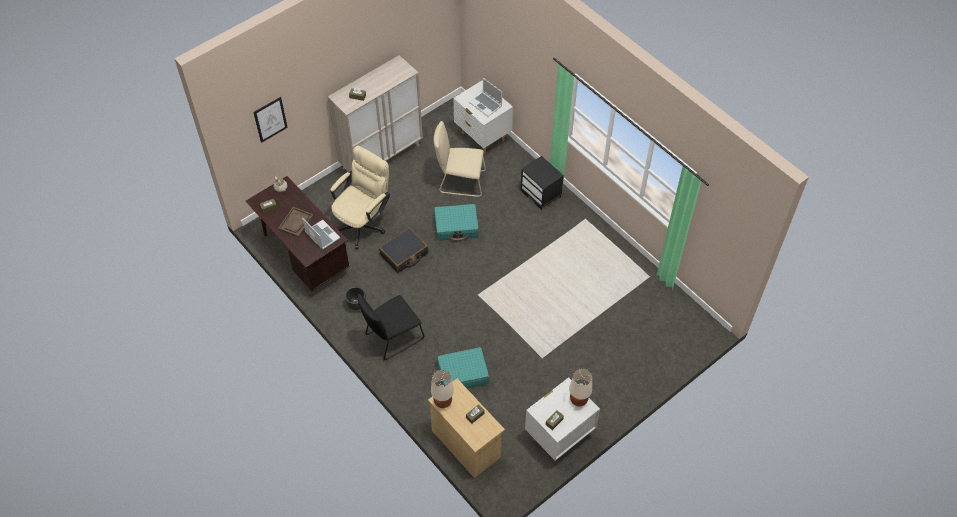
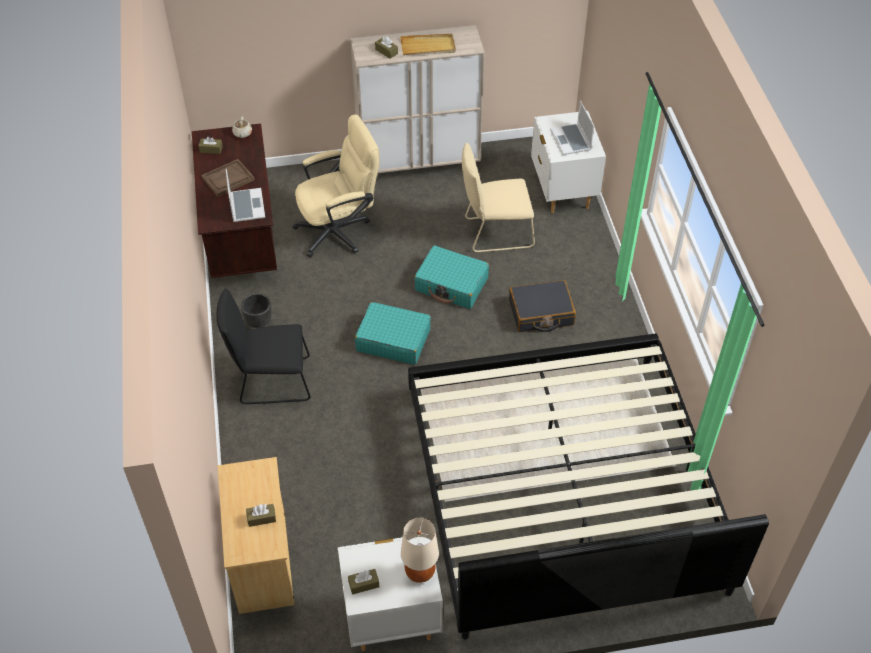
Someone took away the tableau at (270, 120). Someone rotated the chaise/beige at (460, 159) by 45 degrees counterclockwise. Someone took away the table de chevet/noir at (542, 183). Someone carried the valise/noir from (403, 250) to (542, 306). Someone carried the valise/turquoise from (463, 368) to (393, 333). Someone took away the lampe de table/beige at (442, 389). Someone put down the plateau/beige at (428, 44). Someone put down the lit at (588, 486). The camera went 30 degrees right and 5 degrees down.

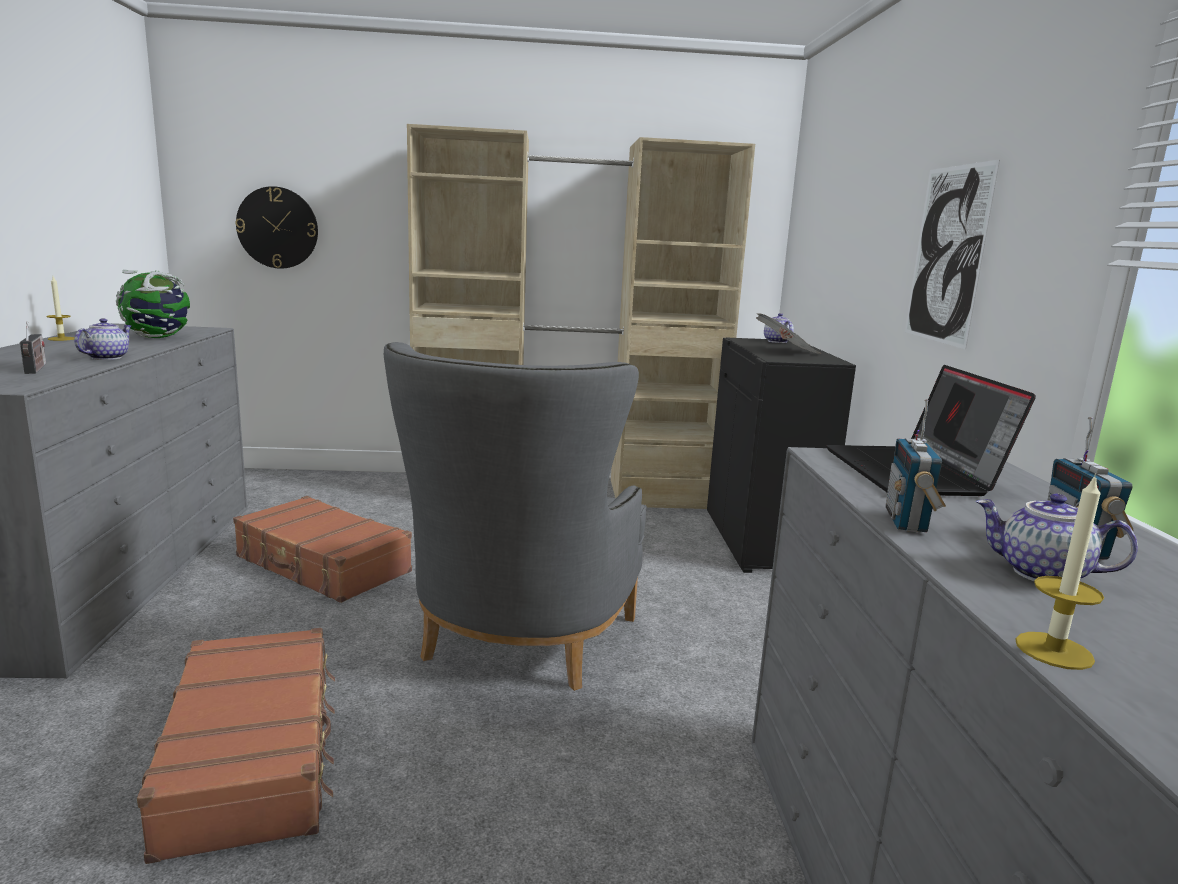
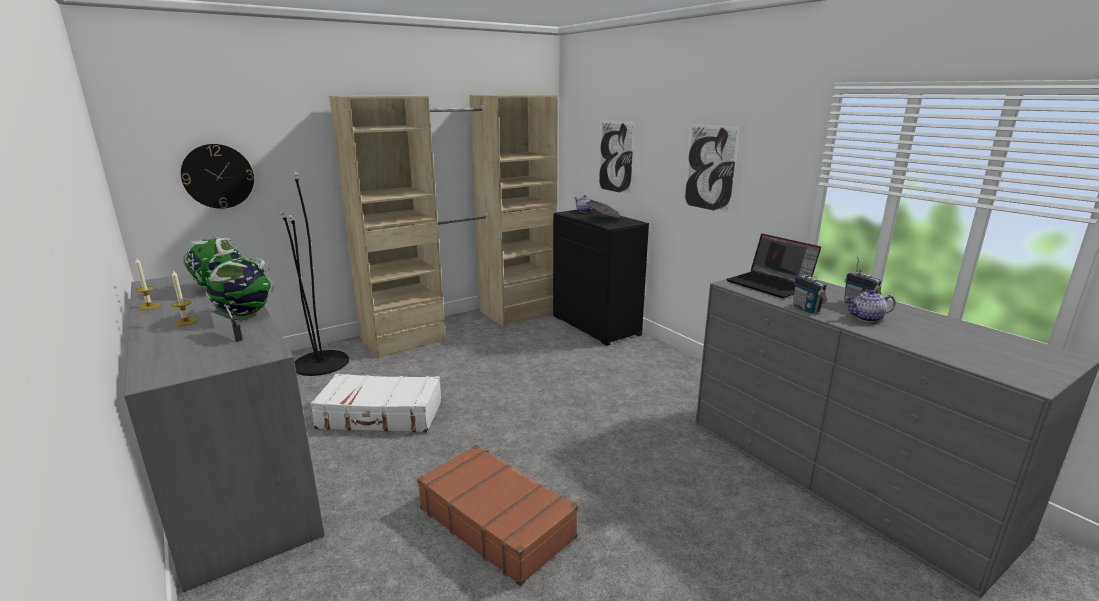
Someone swapped the théière at (103, 339) for the globe at (240, 287). Someone took away the fauteuil/gris at (515, 516). Someone carried the bougie from (1059, 572) to (184, 298). Someone repainted the valise/marron at (322, 549), which became the valise/blanc at (376, 403). Someone put up the tableau at (616, 158). Someone put down the lampadaire/noir at (314, 274). The camera went 30 degrees left and 5 degrees up.

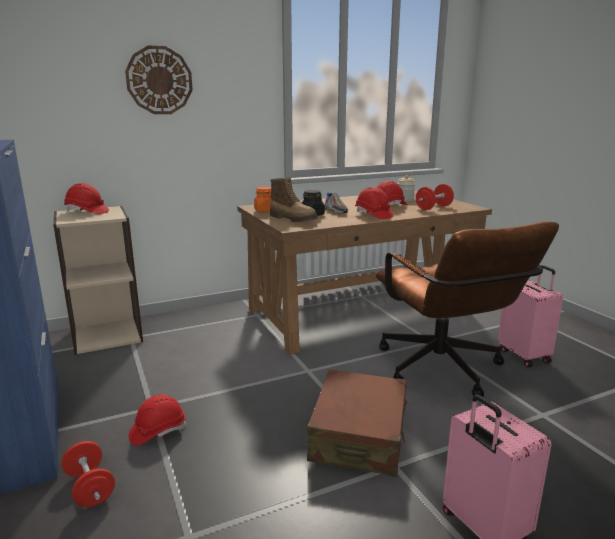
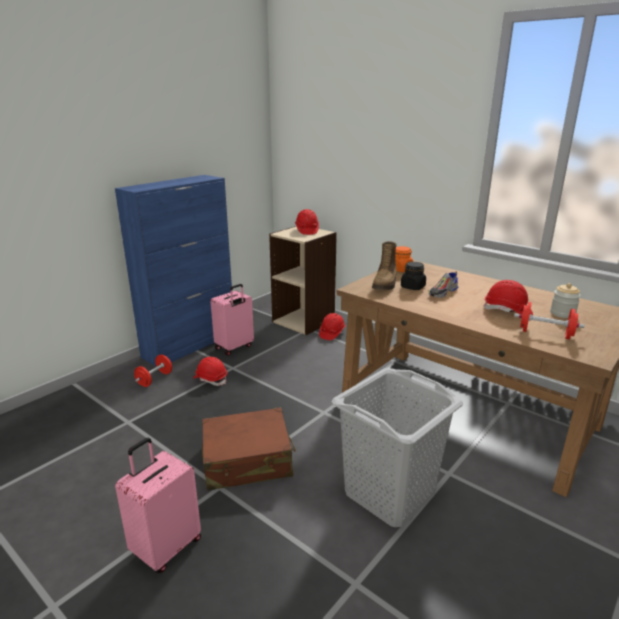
Someone took away the horloge murale at (159, 79). Someone carried the casque de chantier/rouge from (374, 203) to (332, 326). Someone swapped the chaise de bureau/marron at (467, 309) for the panier à linge/gris at (397, 447). Someone carried the valise/rose from (530, 316) to (232, 320). The camera went 65 degrees right and 5 degrees up.

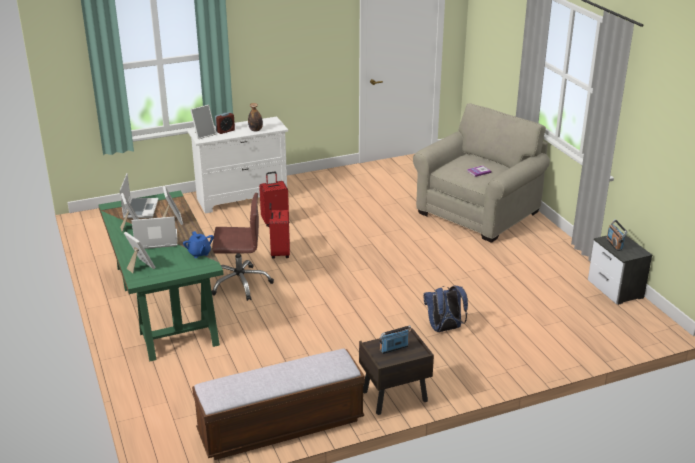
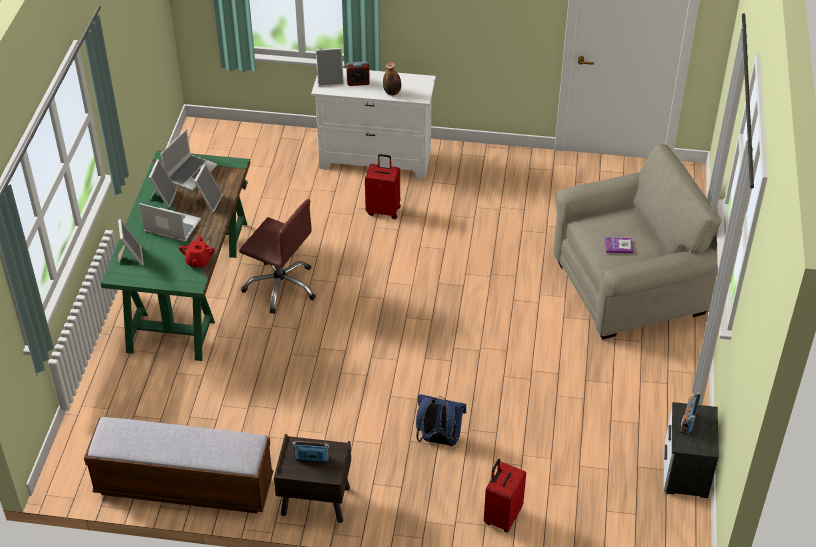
Someone carried the valise/rouge from (279, 231) to (505, 495). Someone repainted the théière/bleu at (198, 244), which became the théière/rouge at (197, 252). The camera went 30 degrees right and 15 degrees up.

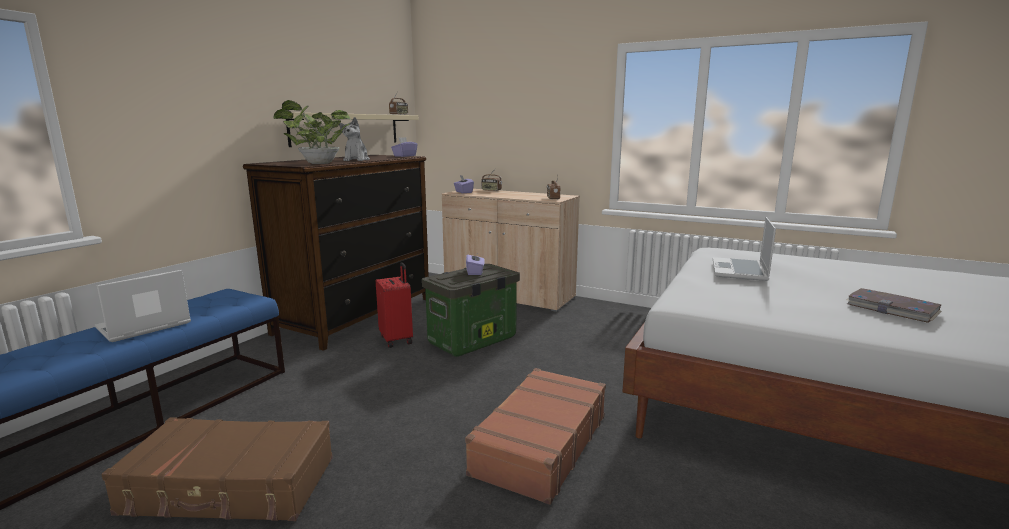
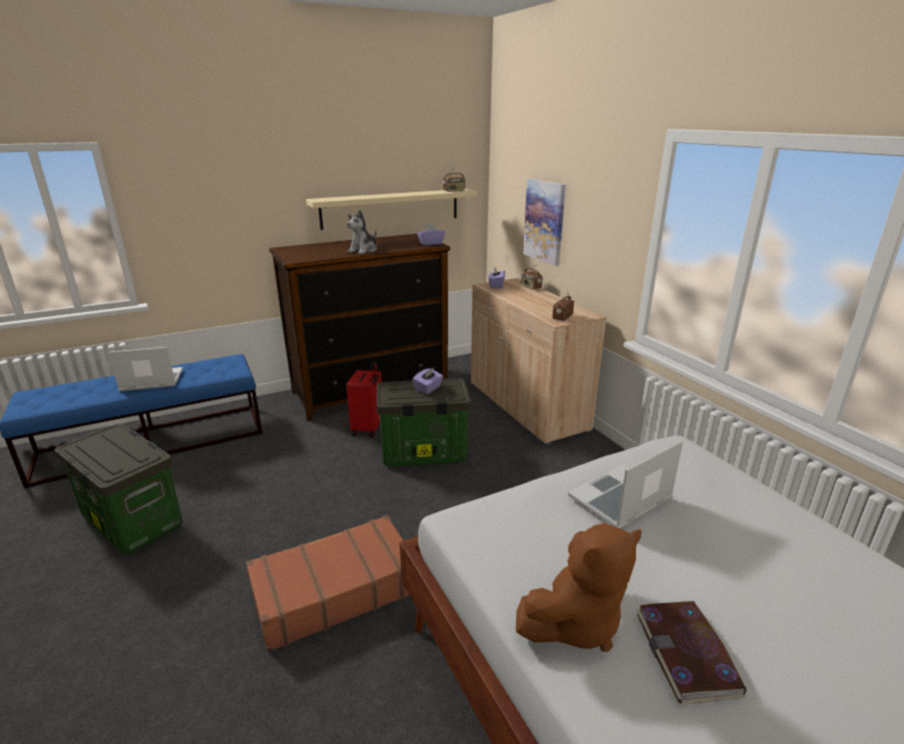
Someone took away the plante en pot at (312, 132). Someone swapped the valise/marron at (217, 469) for the boîte de rangement at (118, 489). Someone put up the tableau at (544, 222). Someone put down the peluche/marron at (579, 587). The camera went 35 degrees right and 10 degrees up.

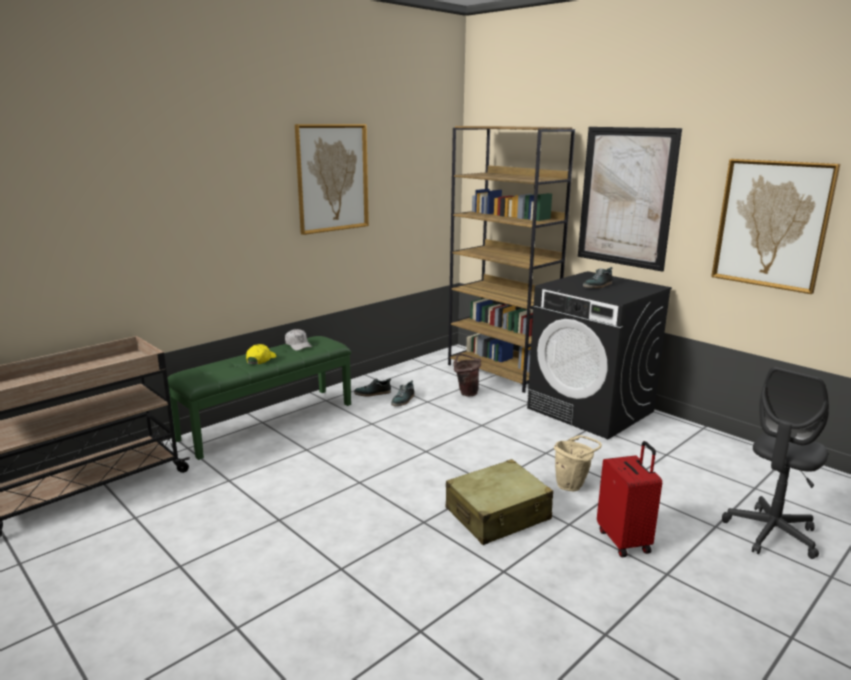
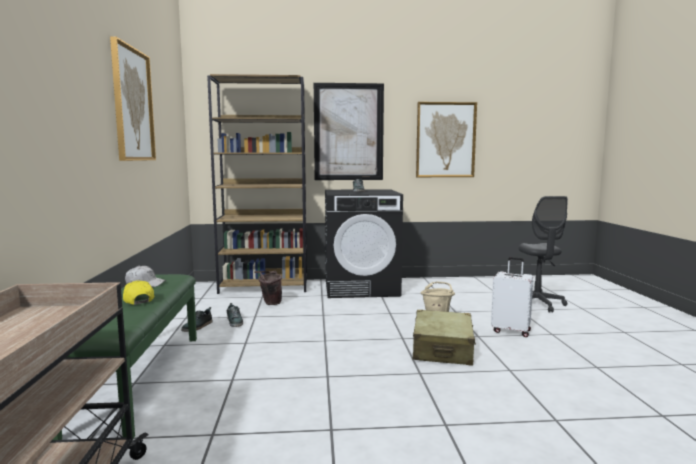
Someone repainted the valise/rouge at (629, 499), which became the valise/blanc at (512, 297). The camera went 50 degrees left and 10 degrees down.

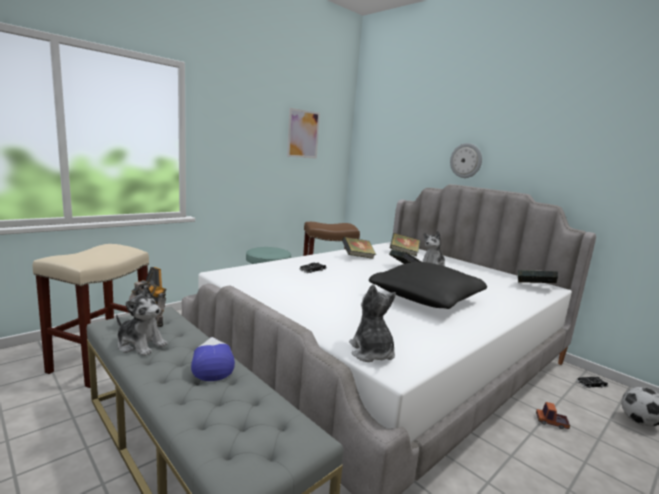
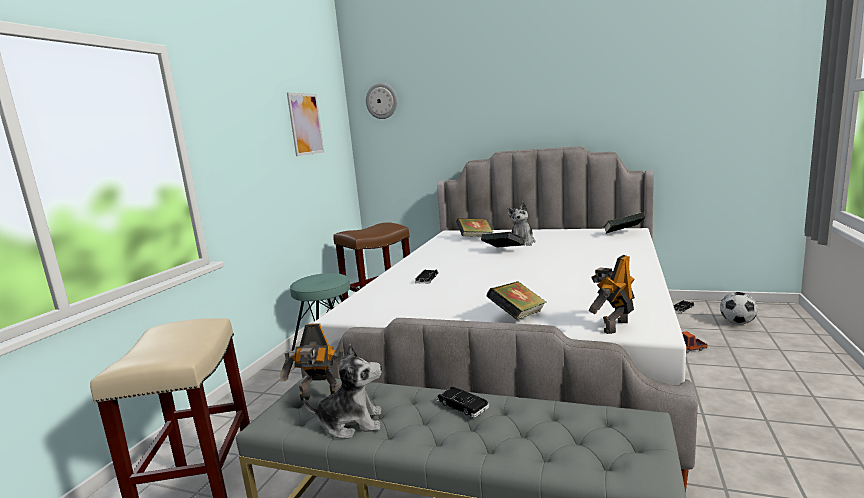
Someone carried the horloge murale from (466, 160) to (381, 101). Someone carried the livre from (359, 248) to (516, 300). Someone took away the coussin/noir at (428, 285). Someone swapped the peluche at (372, 323) for the robot jouet at (612, 294). Someone swapped the casquette at (213, 359) for the petite voiture/noir at (463, 402). The camera went 25 degrees left and 0 degrees up.

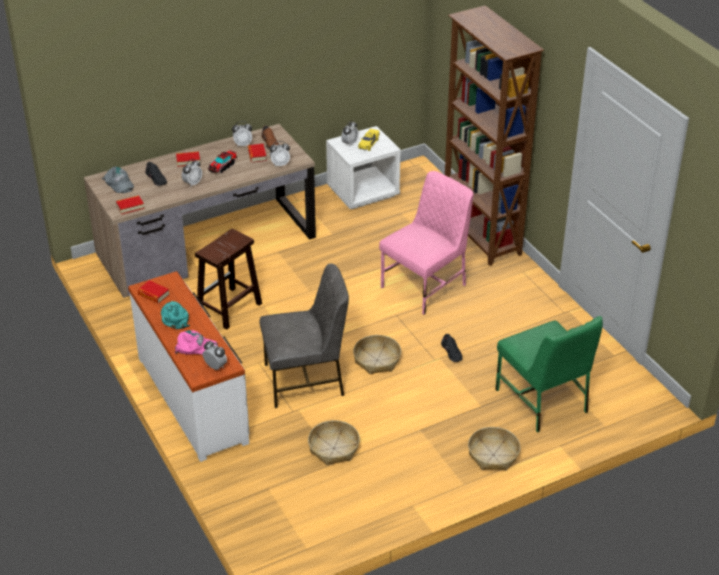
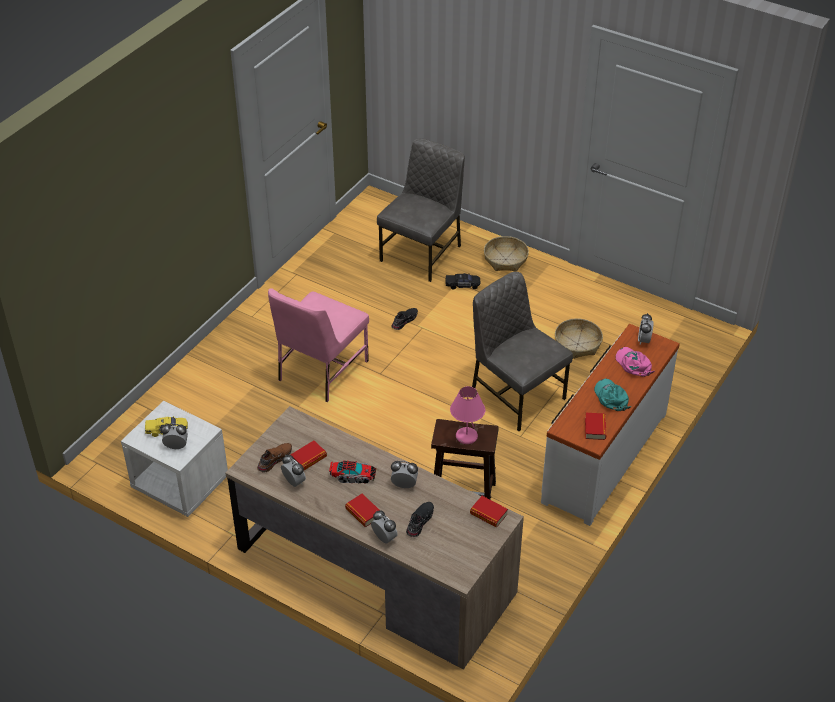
Someone took away the bibliothèque/marron at (494, 135). Someone carried the réveil from (279, 154) to (384, 527). Someone took away the casquette/gris at (118, 180). Someone rotated the chaise/rose at (426, 243) by 75 degrees counterclockwise. Someone rotated the casquette/turquoise at (175, 315) by 120 degrees clockwise. Someone repainted the chaise/vert at (549, 374), which became the chaise/gris at (421, 210). Someone took away the panier at (377, 354). Someone put down the petite voiture/noir at (463, 281). Someone put down the lampe de table/rose at (467, 415). The camera went 120 degrees left and 5 degrees up.

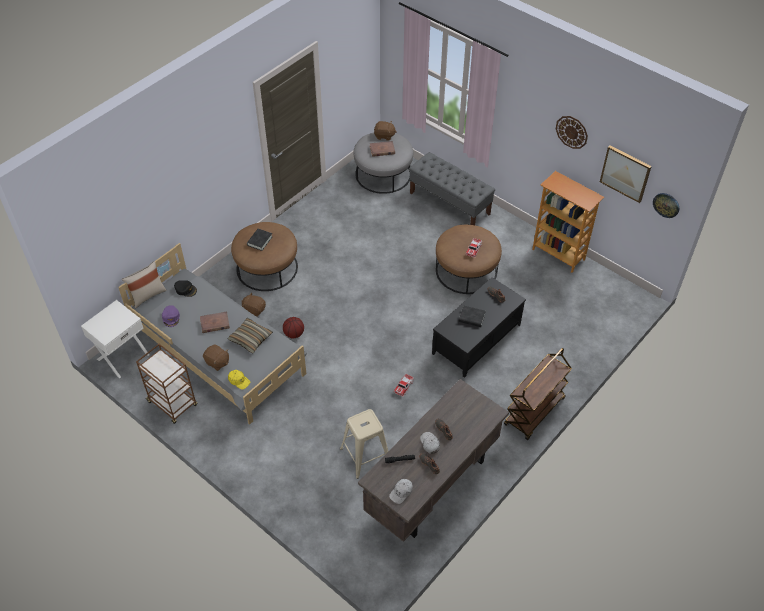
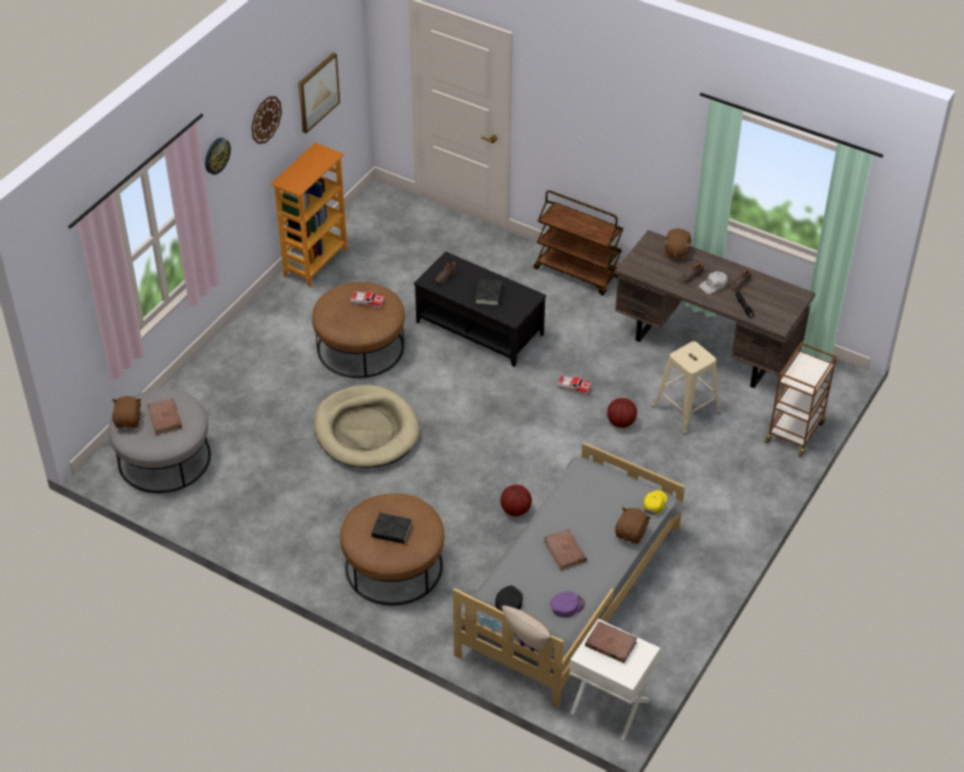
Someone took away the banc/gris at (452, 188). Someone carried the horloge murale from (666, 205) to (218, 156). Someone carried the peluche/marron from (253, 304) to (677, 244). Someone took away the coussin at (250, 335). Someone carried the chariot/marron from (166, 384) to (800, 400). Someone took away the casquette/blanc at (401, 491). Someone put down the panier pour chien/beige at (367, 426). Someone put down the ballon de basket at (622, 413). Someone put down the livre/marron at (611, 642). The camera went 100 degrees left and 5 degrees down.

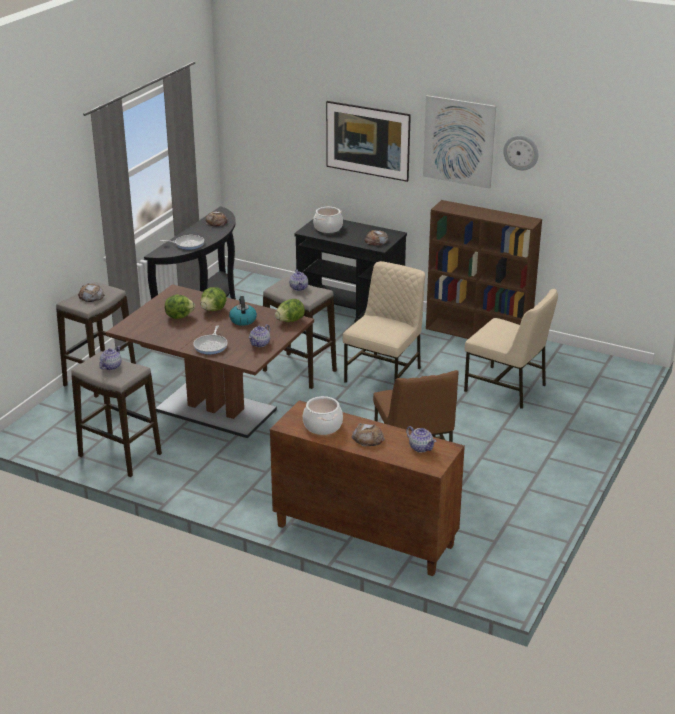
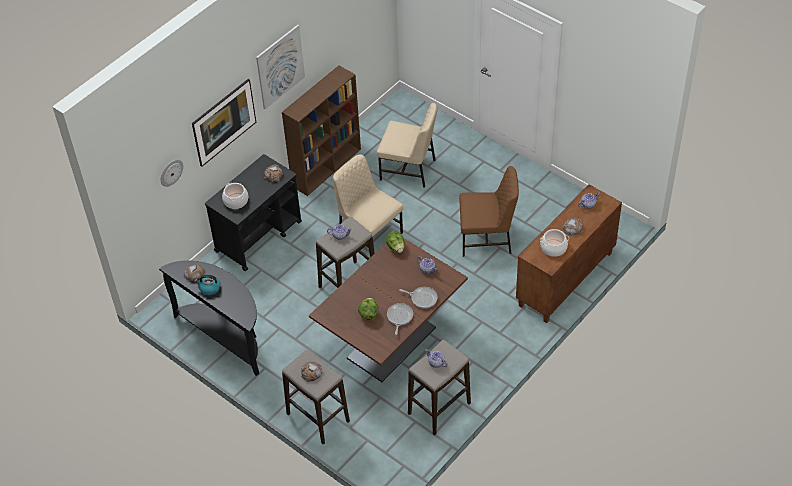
Someone carried the horloge murale from (520, 152) to (172, 173). Someone carried the poêle from (182, 242) to (400, 319). Someone took away the laitue at (214, 299). Someone rotated the chaise/beige at (511, 349) by 60 degrees clockwise. Someone carried the bouilloire from (243, 311) to (208, 285). The camera went 75 degrees left and 20 degrees up.

